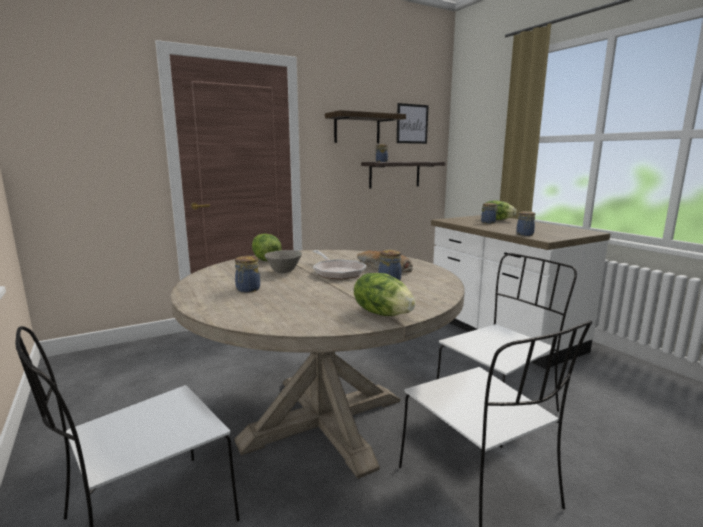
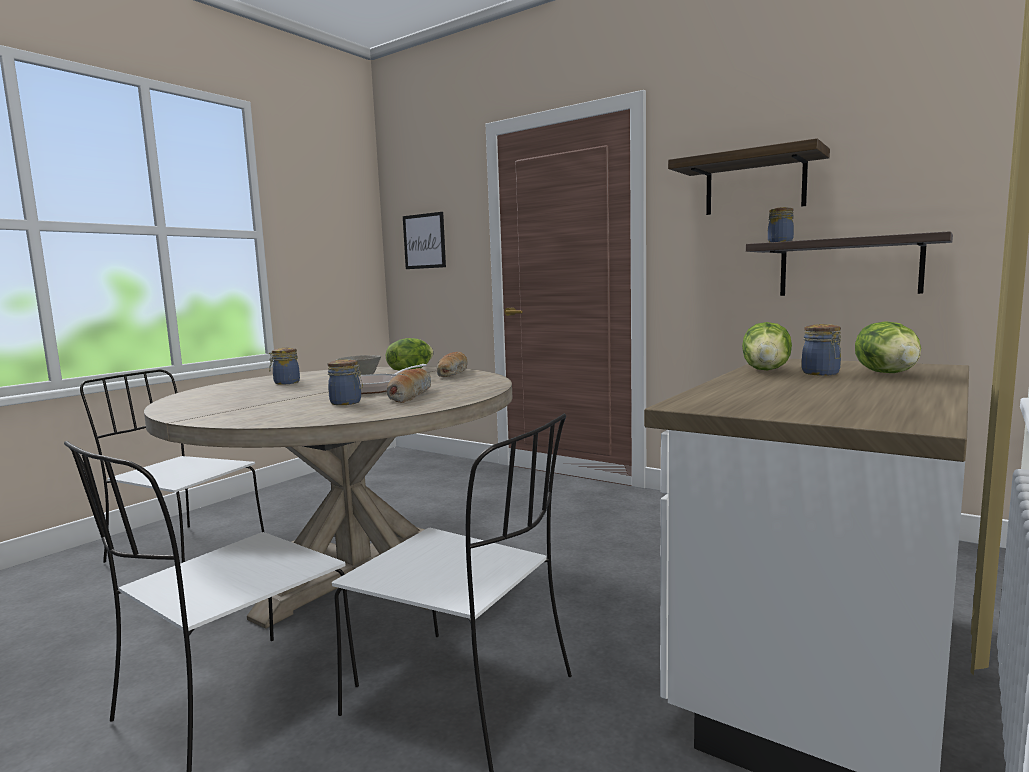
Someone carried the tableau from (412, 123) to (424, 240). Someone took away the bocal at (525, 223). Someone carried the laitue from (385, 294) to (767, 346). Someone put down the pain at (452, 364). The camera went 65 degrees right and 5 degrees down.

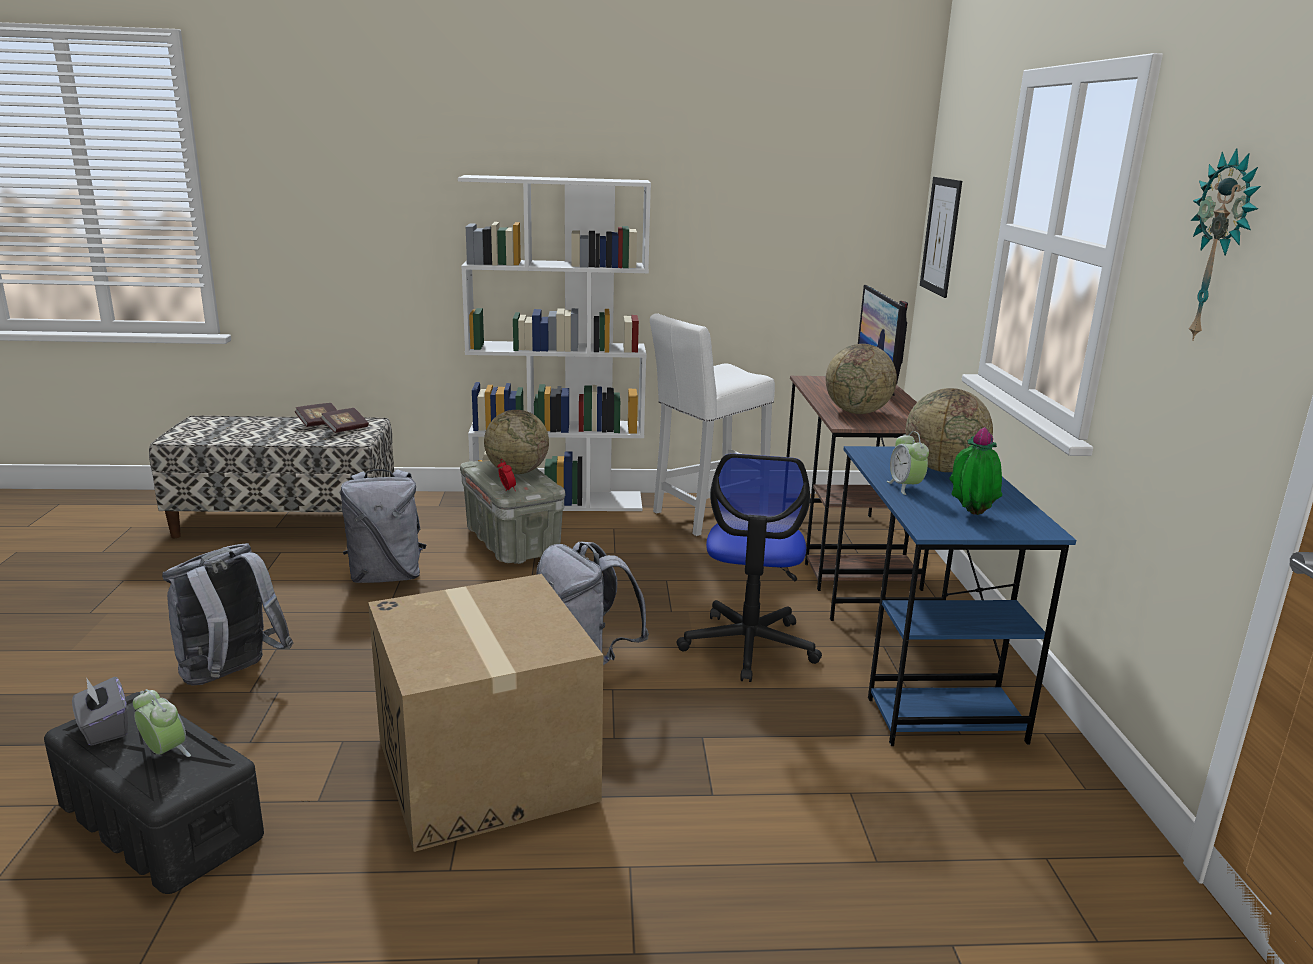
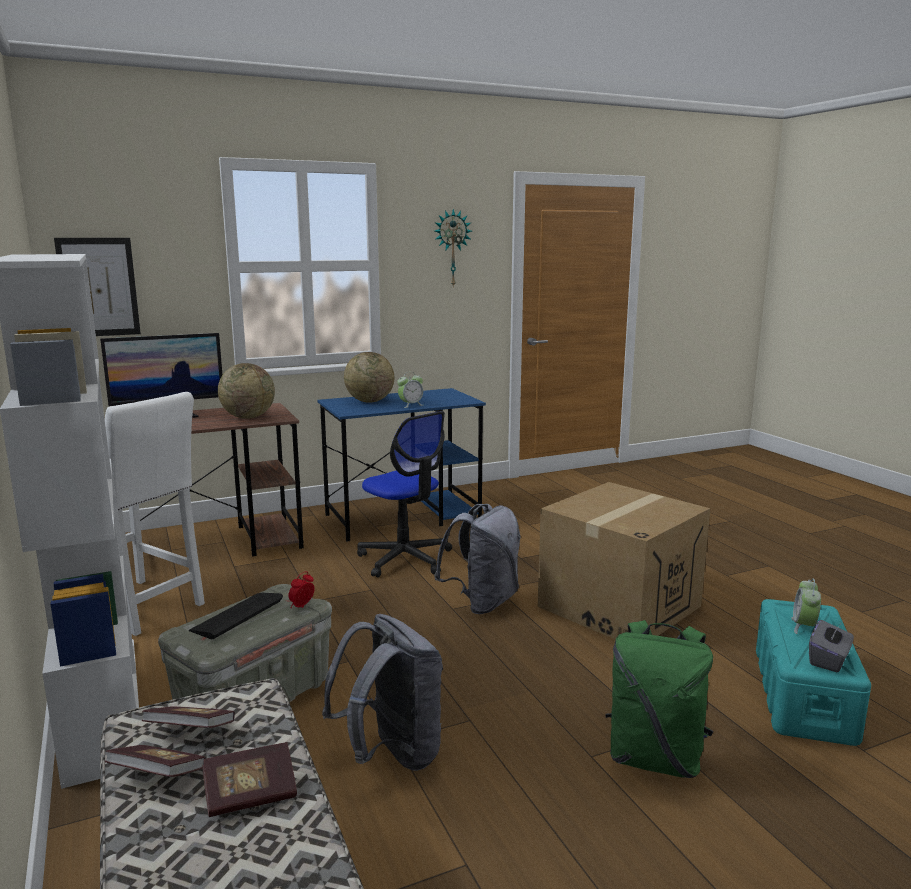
Someone swapped the globe at (516, 442) for the clavier at (236, 616). Someone took away the plante en pot at (975, 471). Someone rotated the chaise de bureau at (749, 567) by 60 degrees clockwise. Someone repainted the sac à dos/gris at (227, 614), which became the sac à dos/vert at (659, 699). Someone repainted the boîte de rangement/noir at (154, 793), which became the boîte de rangement/turquoise at (813, 672). Someone put down the livre at (249, 779). The camera went 110 degrees left and 5 degrees down.

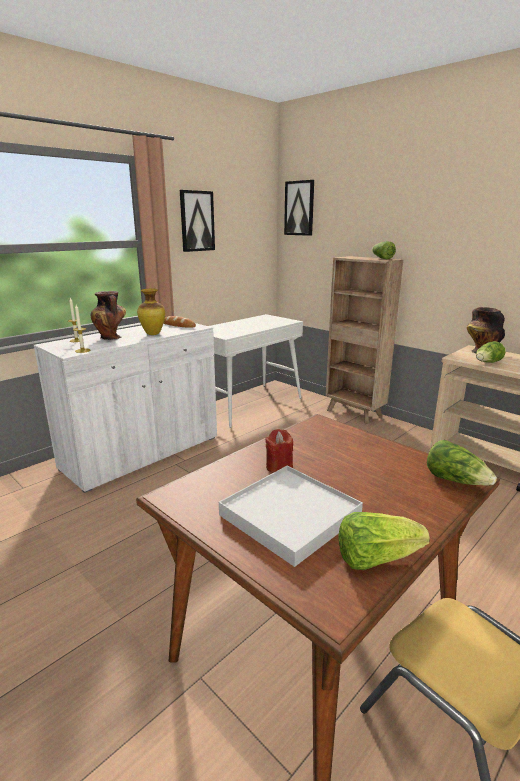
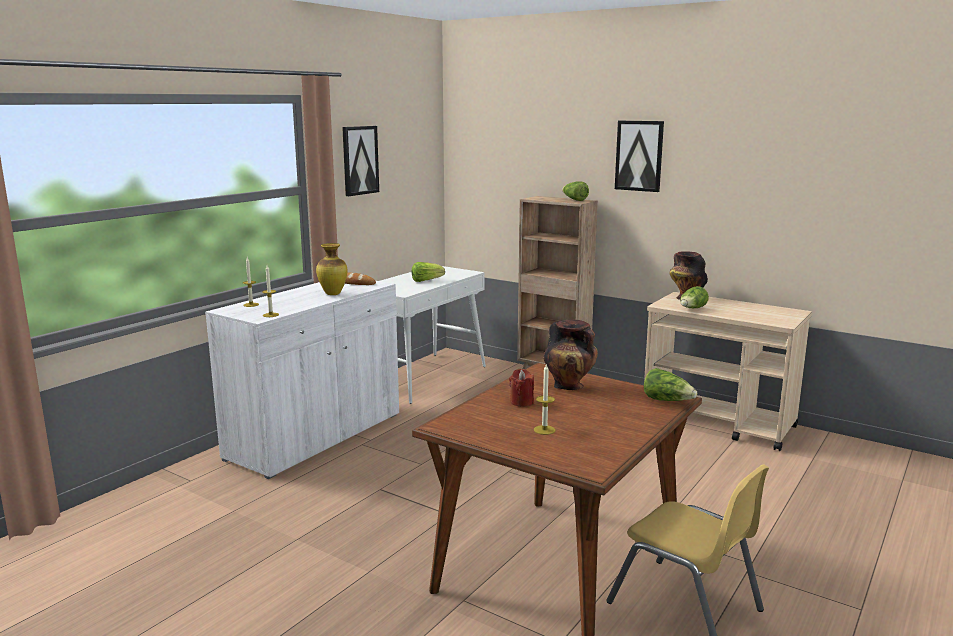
Someone carried the tableau from (299, 208) to (639, 156). Someone carried the vase from (108, 315) to (570, 354). Someone swapped the plateau/blanc at (291, 516) for the bougie at (544, 399). Someone carried the laitue from (384, 541) to (428, 272). The camera went 10 degrees left and 5 degrees down.

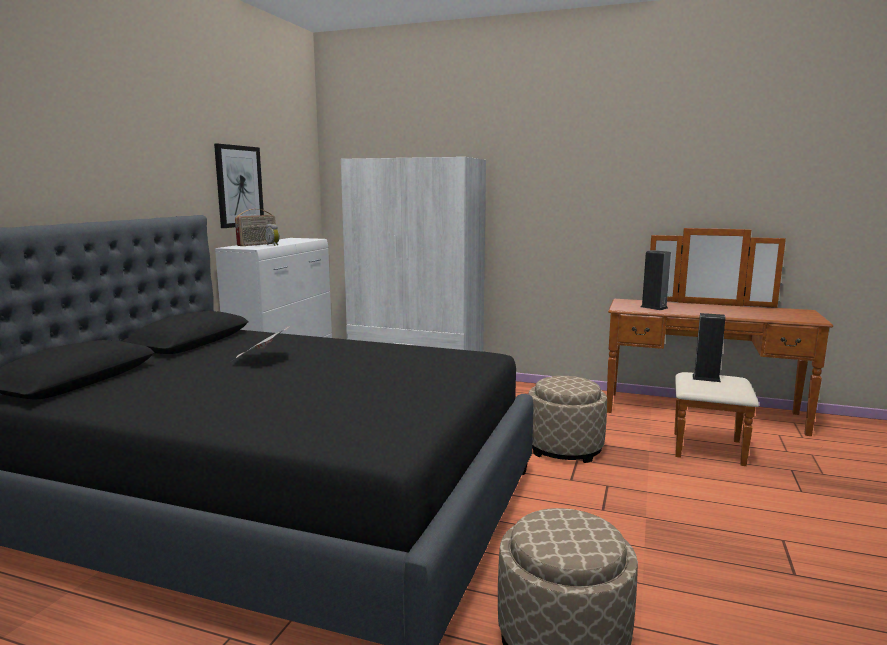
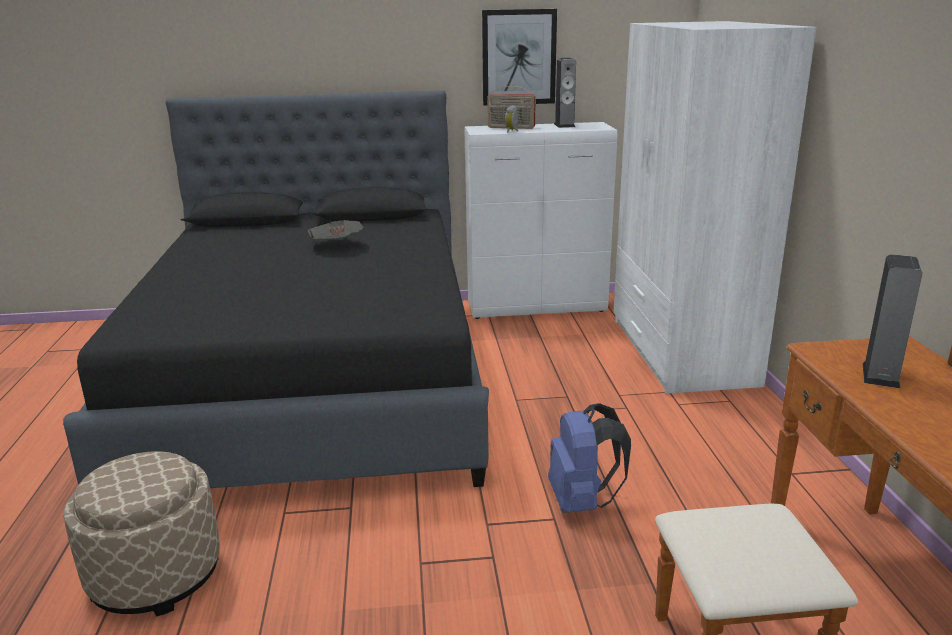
Someone carried the enceinte from (708, 347) to (565, 93). Someone swapped the pouf/beige at (568, 419) for the sac à dos/bleu at (589, 458). The camera went 65 degrees right and 10 degrees up.

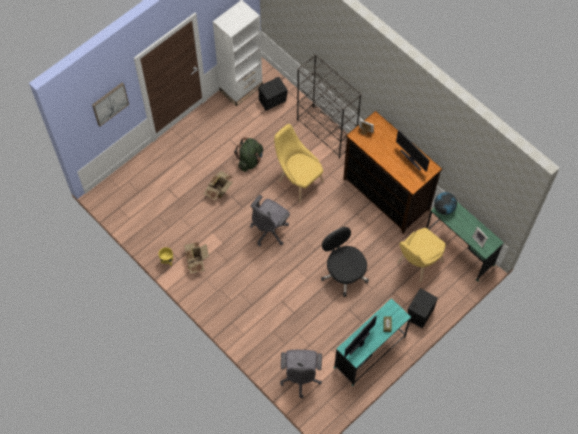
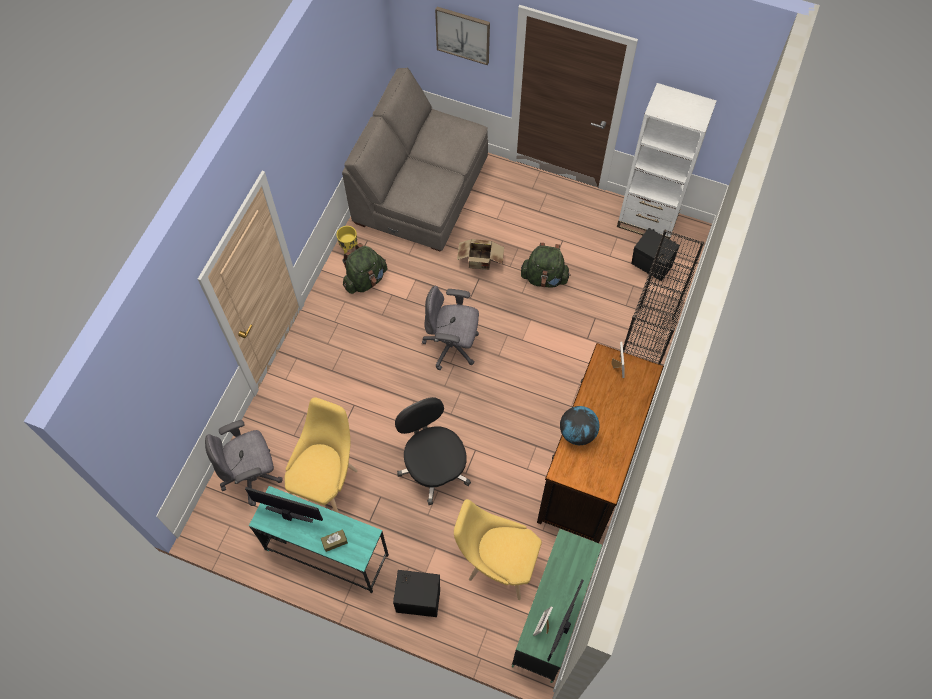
Someone carried the chaise/jaune from (299, 163) to (321, 455). Someone carried the écran d'ordinateur from (412, 150) to (565, 620). Someone carried the globe from (445, 203) to (579, 425). Someone rotated the chaise de bureau/noir at (345, 262) by 60 degrees counterclockwise. Someone swapped the carton at (196, 258) for the sac à dos/vert at (364, 268). Someone put down the canapé/gris at (415, 160). The camera went 65 degrees right and 0 degrees up.

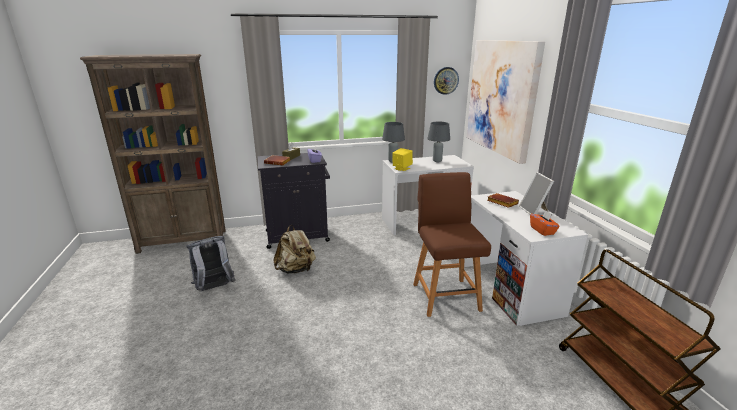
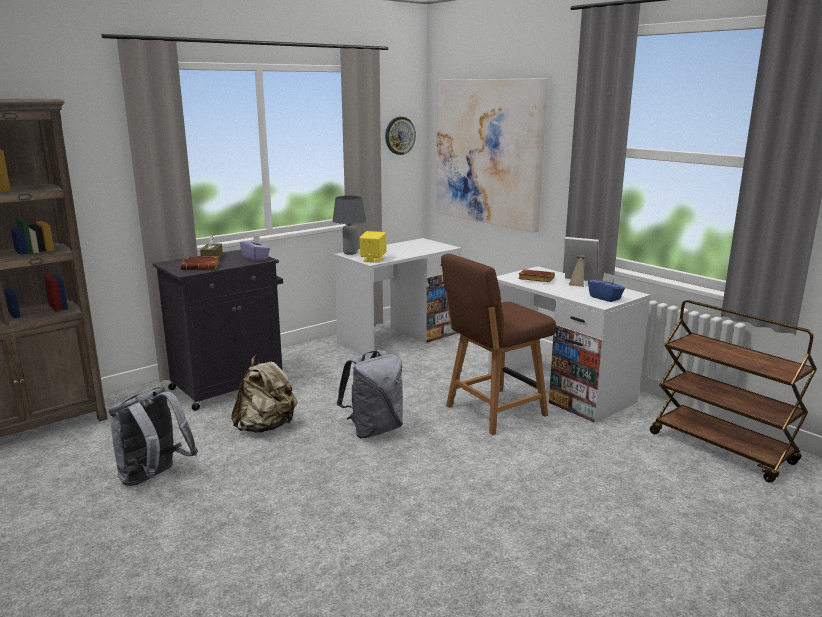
Someone took away the lampe de table/gris at (438, 142). Someone rotated the chaise/marron at (452, 244) by 90 degrees counterclockwise. Someone rotated the cadre photo at (536, 193) by 150 degrees clockwise. Someone repainted the boîte à mouchoirs/orange at (545, 223), which became the boîte à mouchoirs/bleu at (606, 287). Someone put down the sac à dos/gris at (370, 394). The camera went 25 degrees left and 5 degrees down.

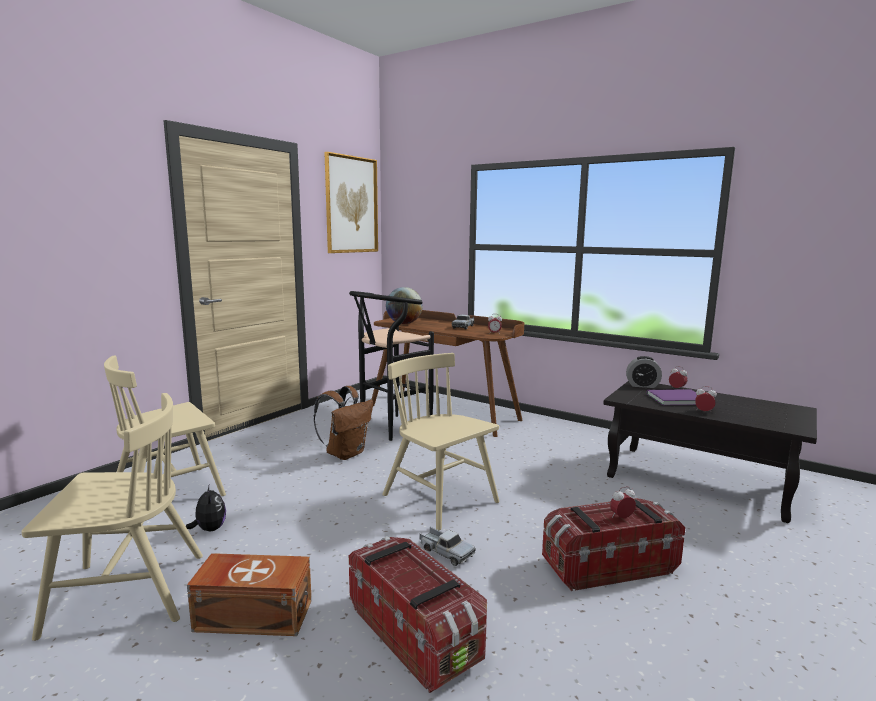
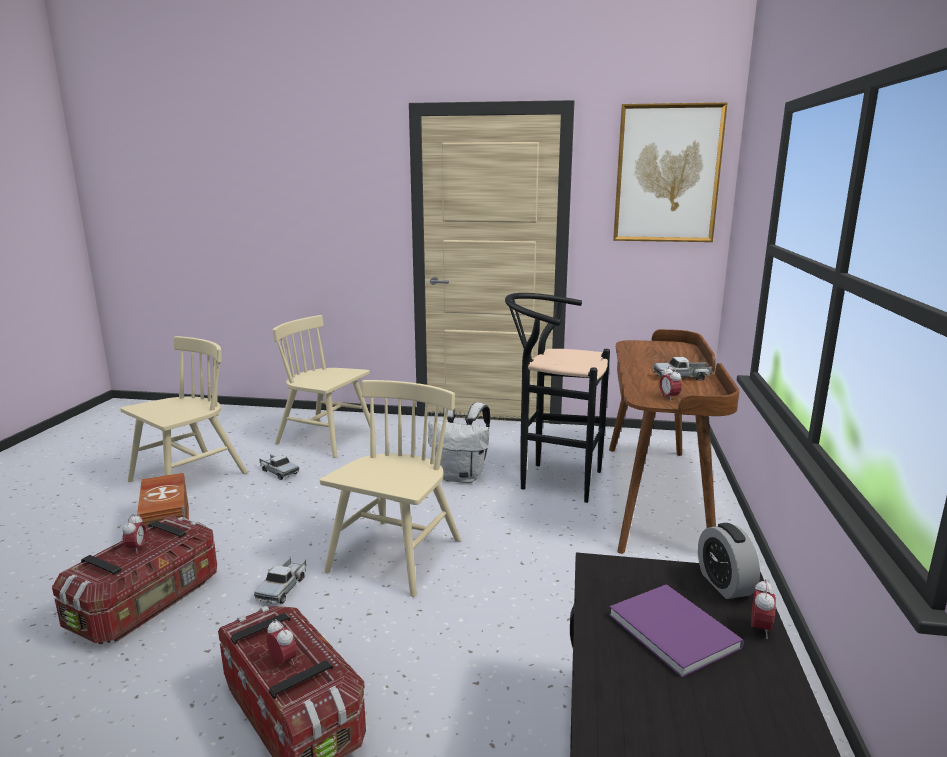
Someone took away the globe at (404, 305). Someone repainted the sac à dos/marron at (343, 423), which became the sac à dos/blanc at (459, 442). Someone carried the réveil from (706, 398) to (134, 534). Someone rotated the chaise/beige at (112, 517) by 105 degrees counterclockwise. Someone swapped the peluche at (206, 507) for the camion jouet at (279, 467). The camera went 65 degrees right and 5 degrees up.

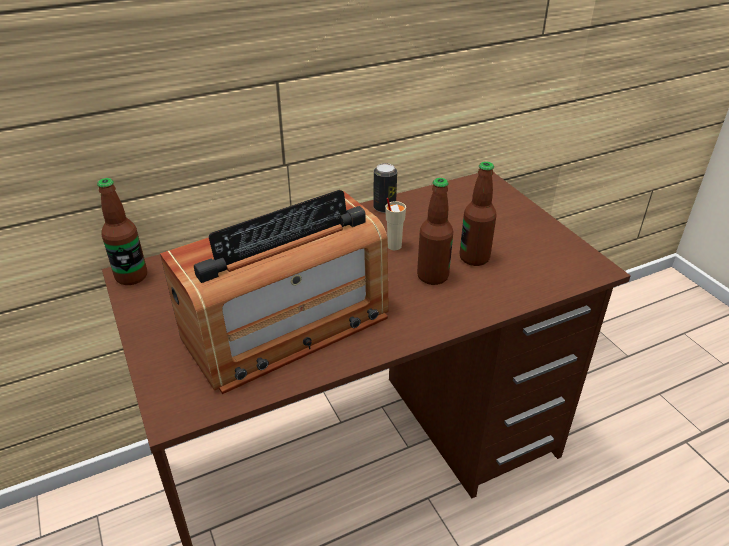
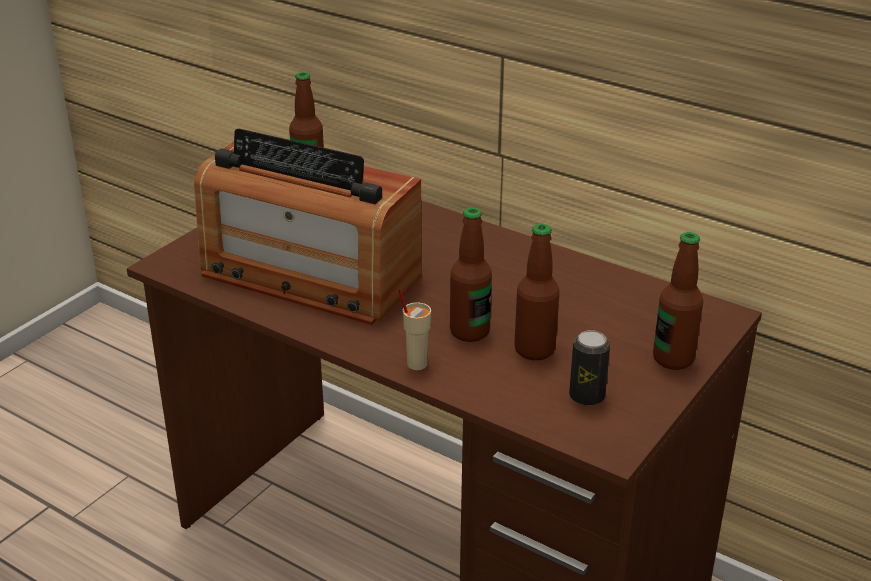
Someone carried the boîte métallique from (385, 188) to (589, 368). Someone carried the tasse/beige from (395, 224) to (414, 329). Someone put down the bouteille at (678, 301). The camera went 60 degrees right and 5 degrees down.

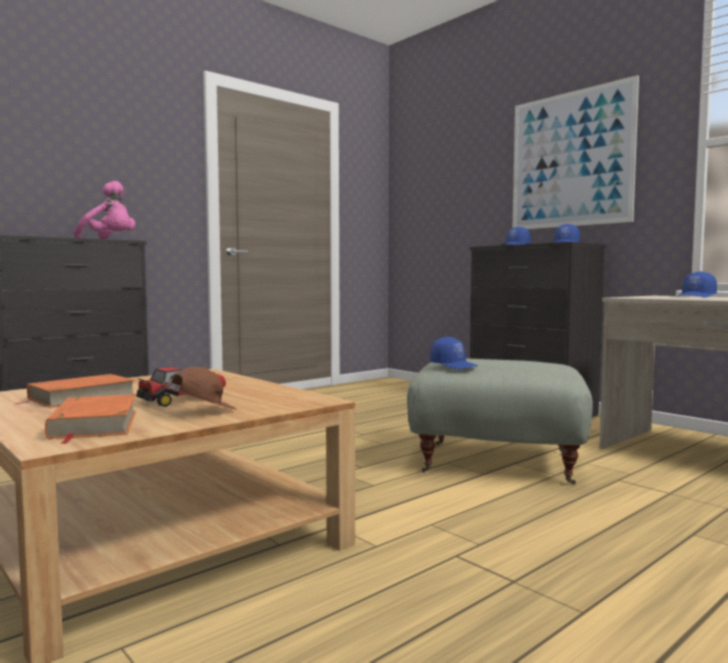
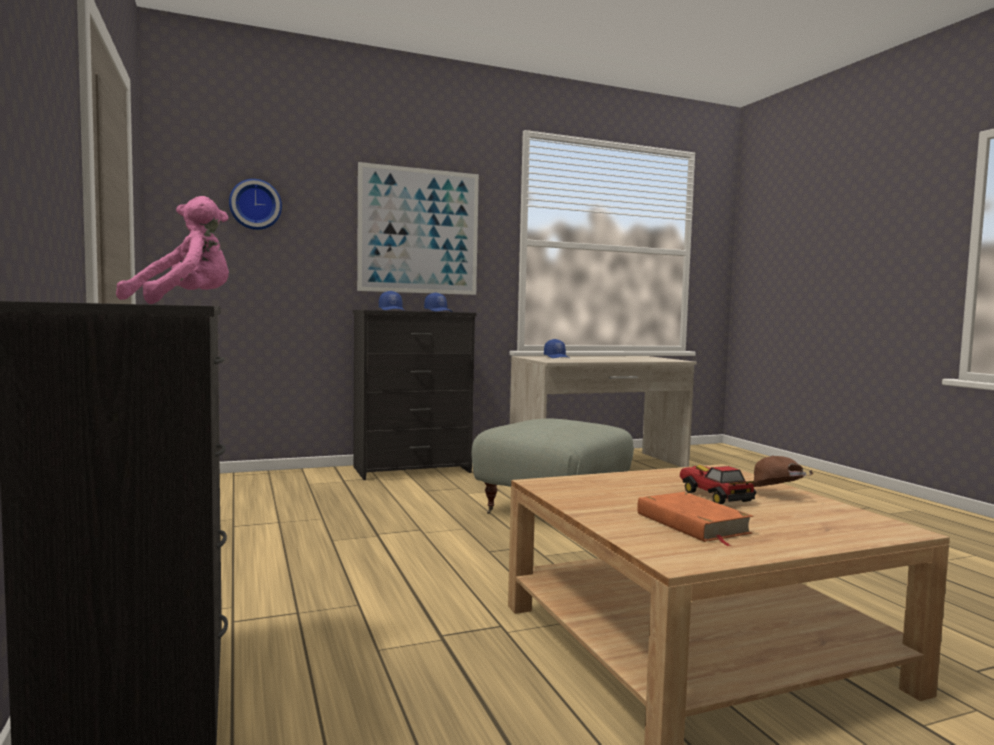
Someone took away the casquette/bleu at (454, 352). Someone took away the livre/orange at (90, 419). Someone put up the horloge murale at (255, 204). The camera went 70 degrees left and 0 degrees up.

